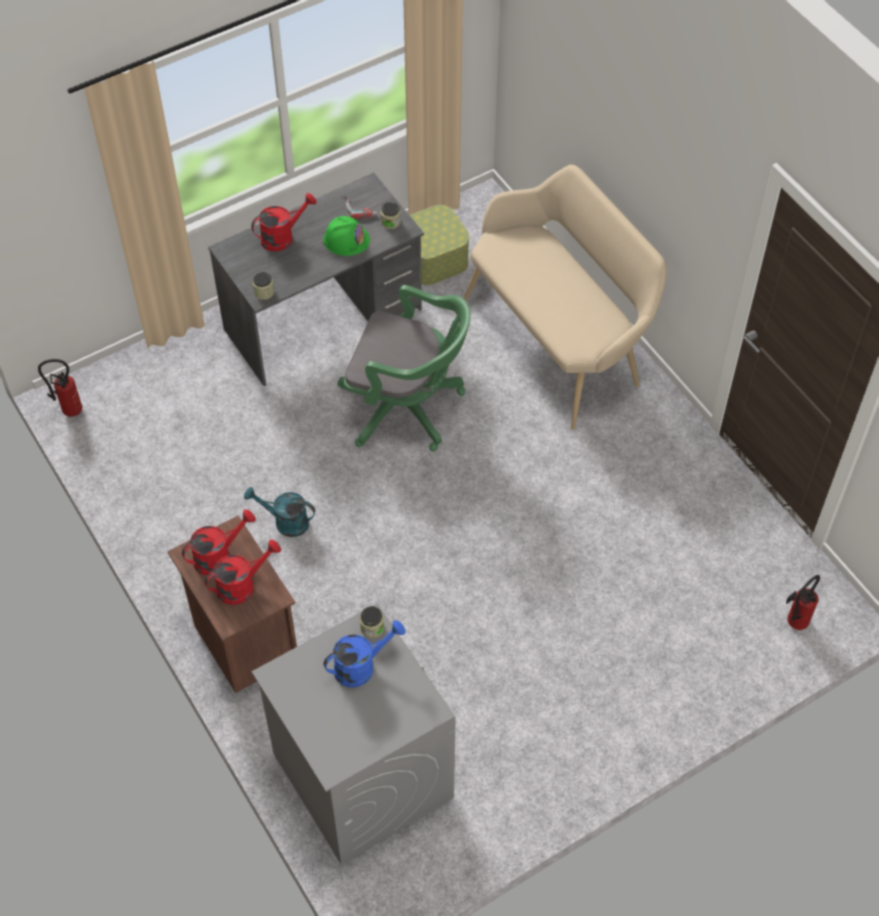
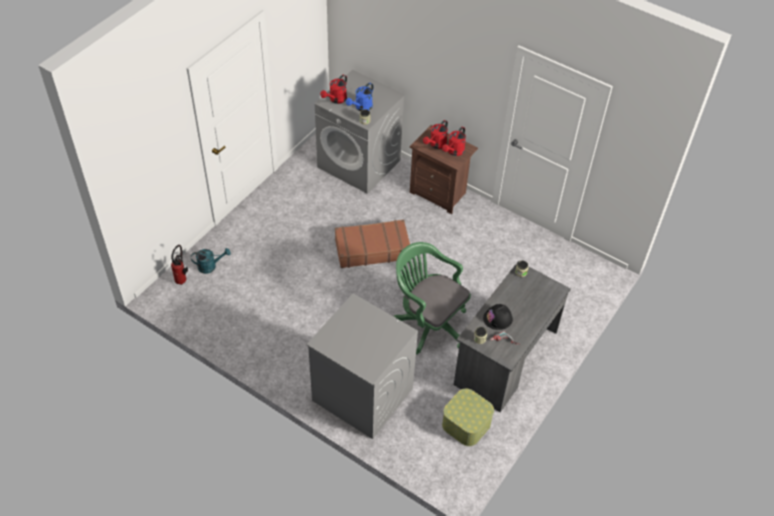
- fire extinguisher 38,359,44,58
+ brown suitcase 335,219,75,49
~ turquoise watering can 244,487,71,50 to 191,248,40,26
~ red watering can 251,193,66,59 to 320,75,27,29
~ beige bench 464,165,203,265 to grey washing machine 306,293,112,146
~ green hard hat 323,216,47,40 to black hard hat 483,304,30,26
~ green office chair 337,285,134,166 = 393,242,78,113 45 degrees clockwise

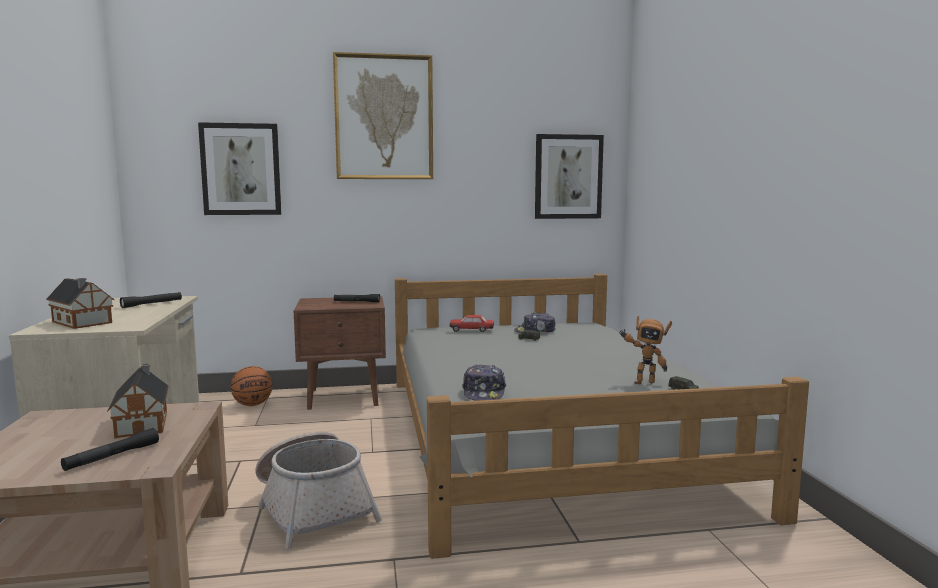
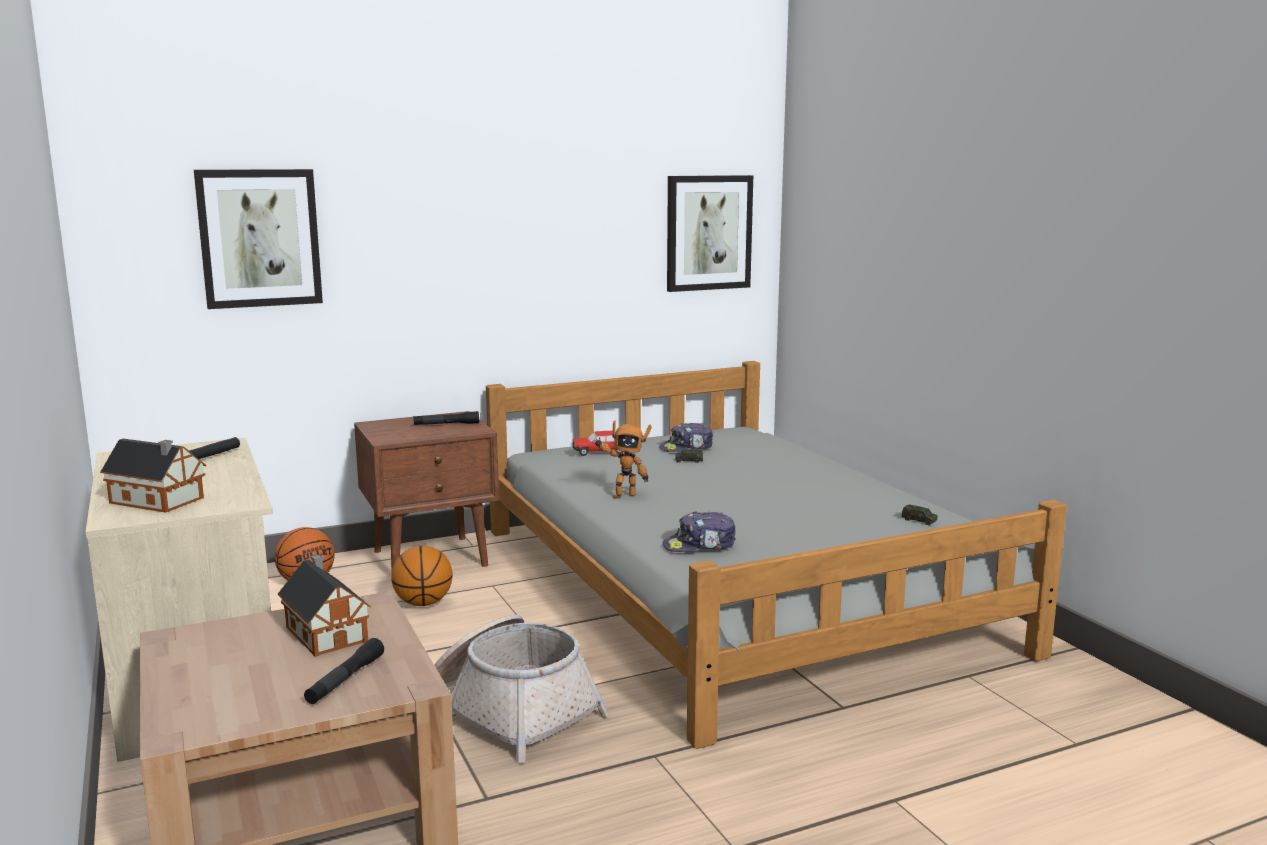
- picture 333,52,100,127
+ basketball 391,546,62,60
~ toy robot 619,316,53,68 to 593,420,59,79
~ cap 462,364,44,37 = 663,511,73,41 90 degrees clockwise

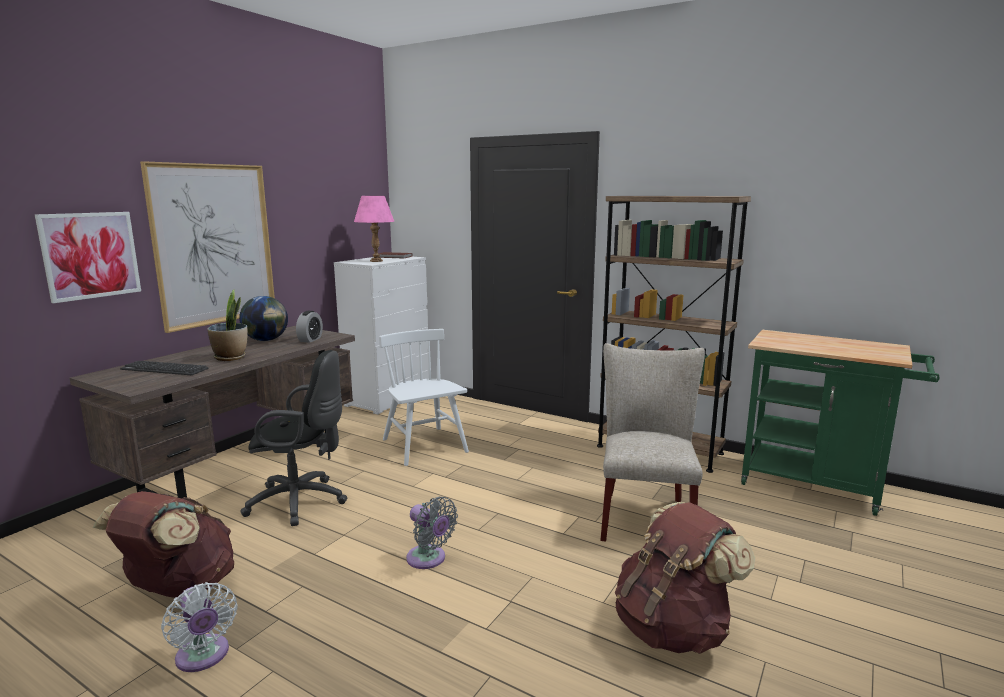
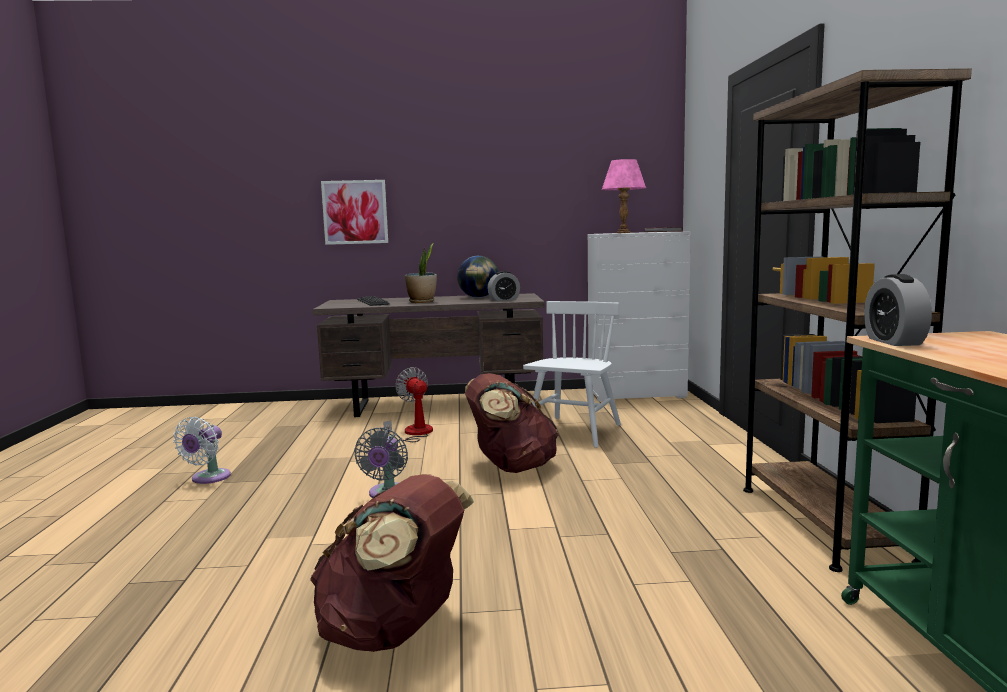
- picture 140,161,135,172
- beige chair 601,343,104,199
+ alarm clock 864,274,68,72
~ brown backpack 93,491,141,107 to 465,373,94,100
~ black office chair 240,350,107,176 to fan 383,367,50,75

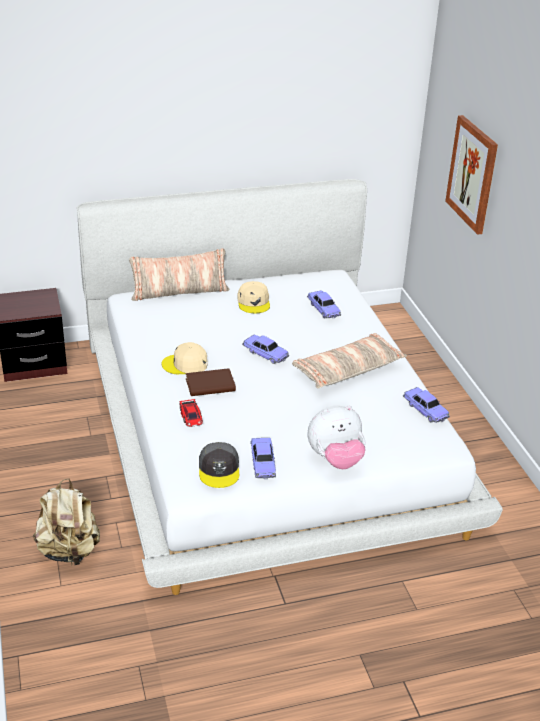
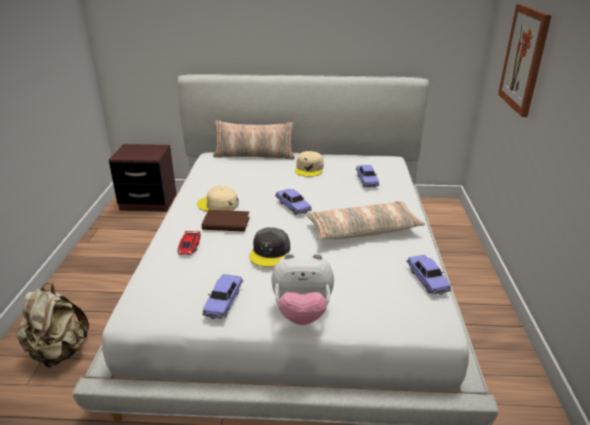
~ grey cap 199,442,40,46 to 249,227,41,40

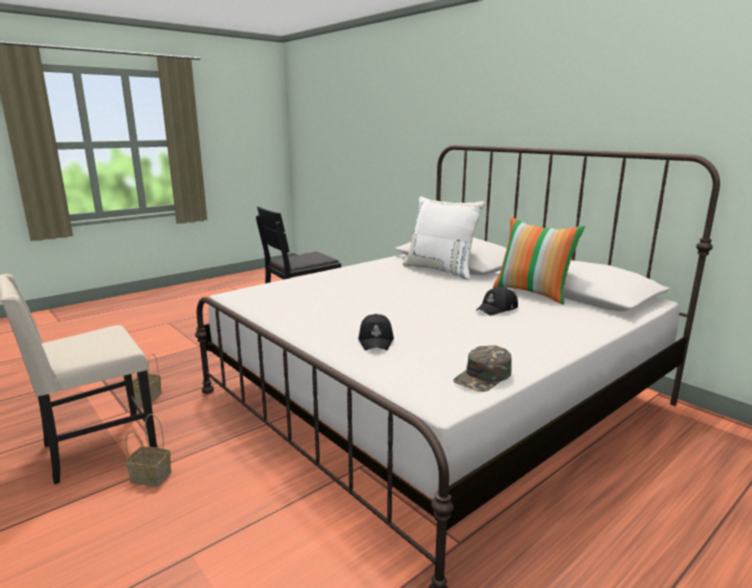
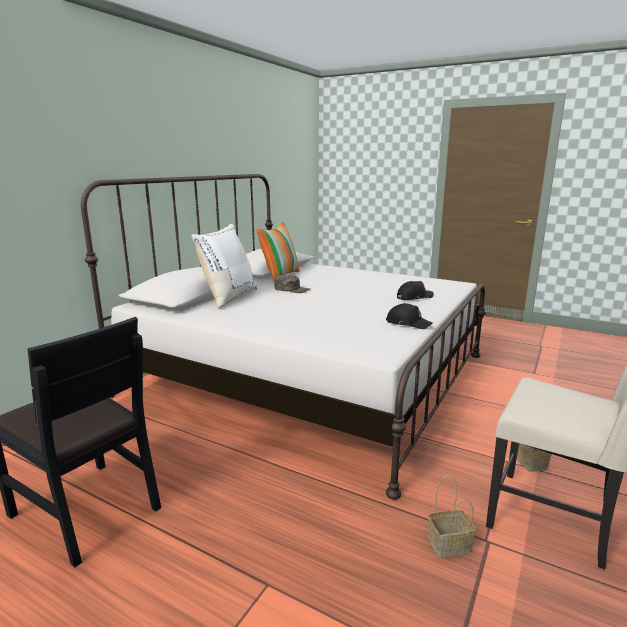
~ green cap 453,346,59,46 to 274,275,36,18
~ black cap 476,287,42,29 to 386,303,46,26

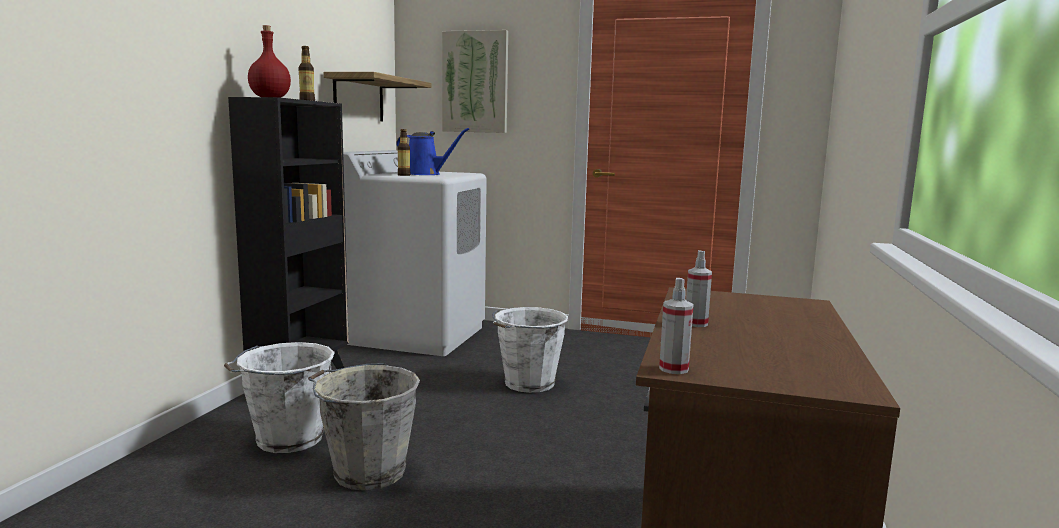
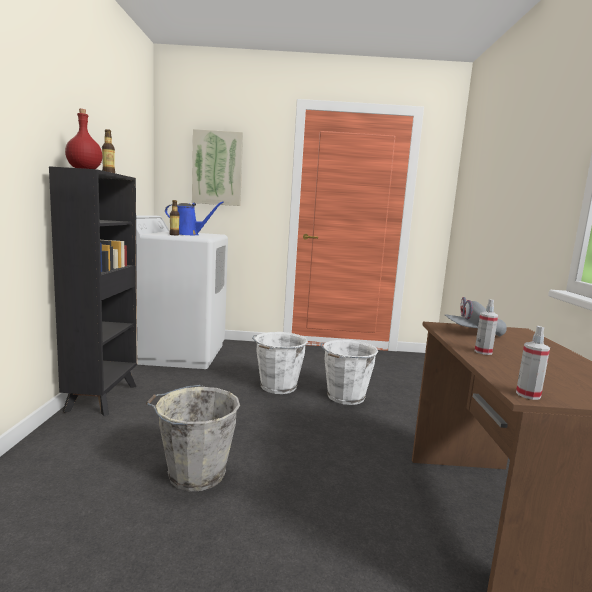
- shelf 323,72,109,49
+ grey cap 445,297,62,40
~ white bucket 224,342,111,111 to 321,340,57,65

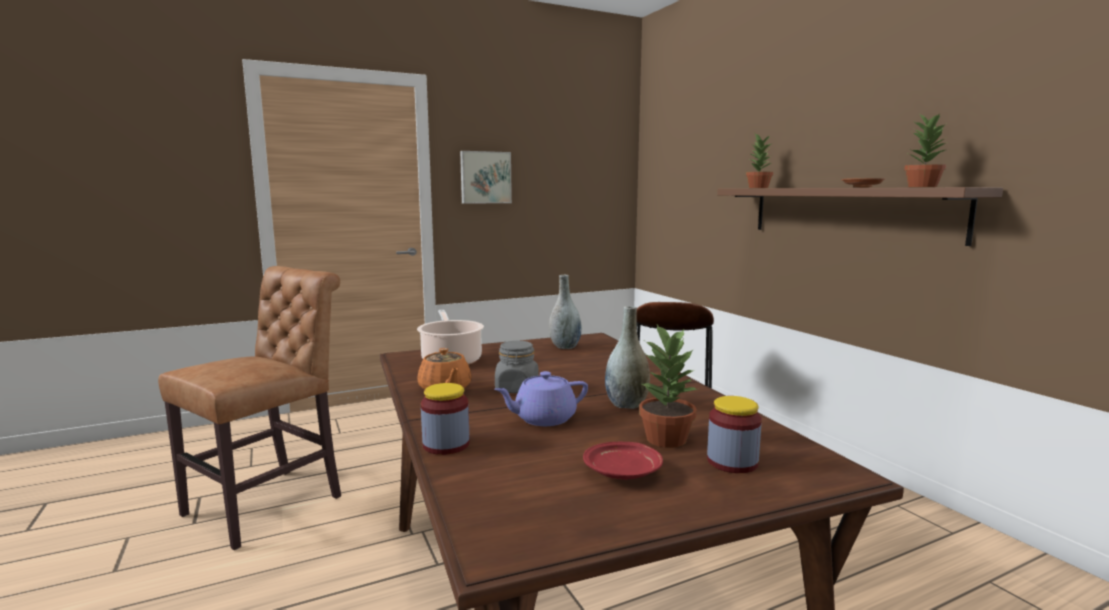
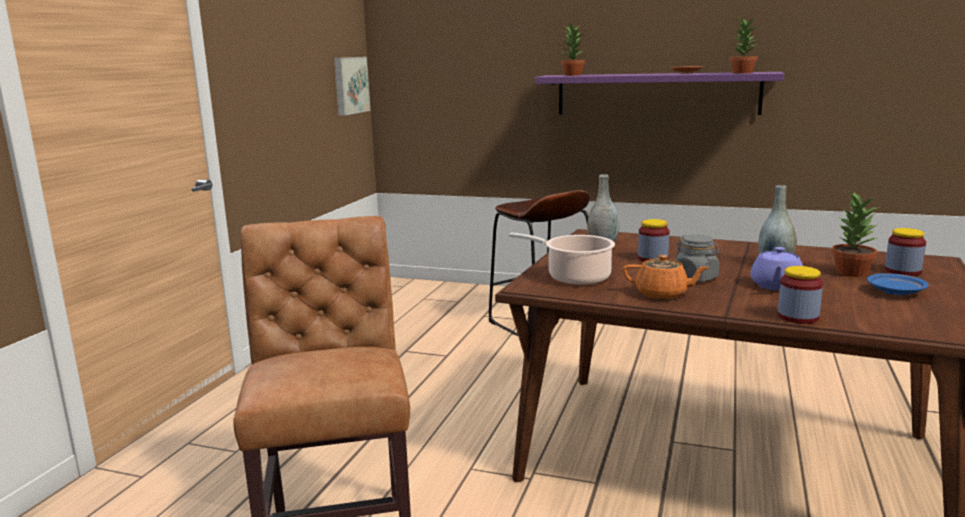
+ jar 638,219,31,43
~ picture 460,151,52,53 to 334,57,36,59
~ red plate 583,442,80,38 to blue plate 867,273,61,22
~ brown shelf 717,187,286,59 to purple shelf 535,72,249,43

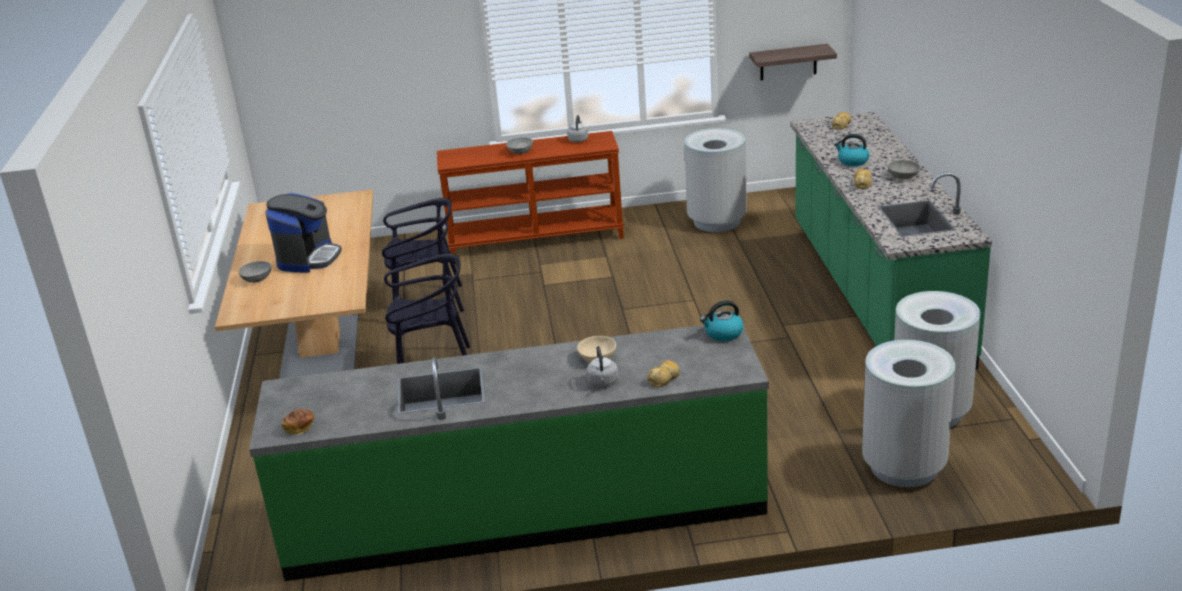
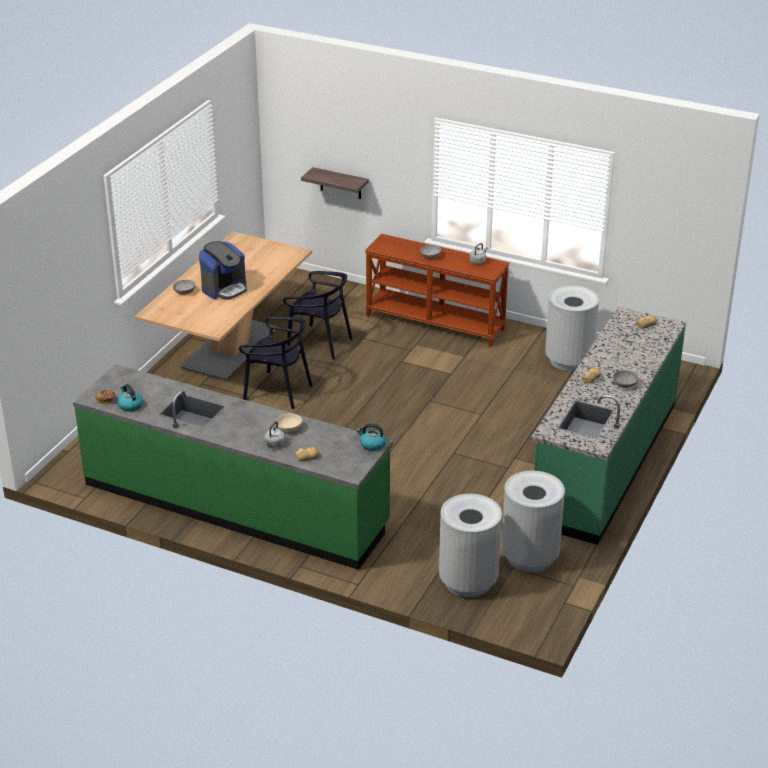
~ shelf 749,44,88,36 to 301,167,68,32
~ kettle 834,134,35,32 to 117,384,26,28

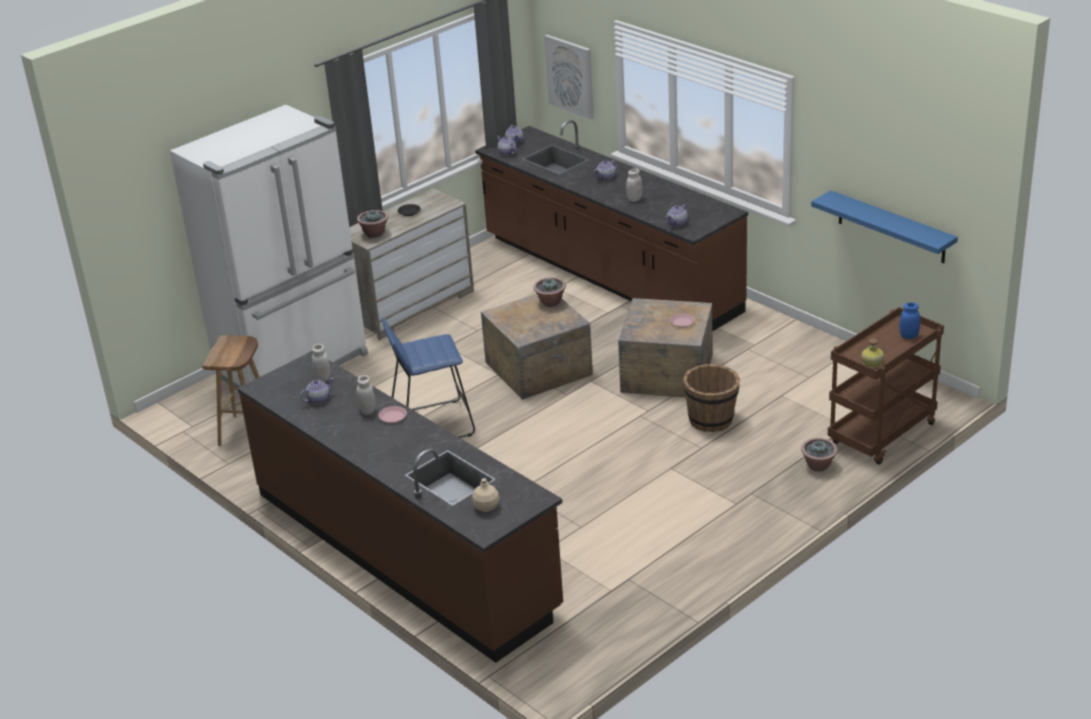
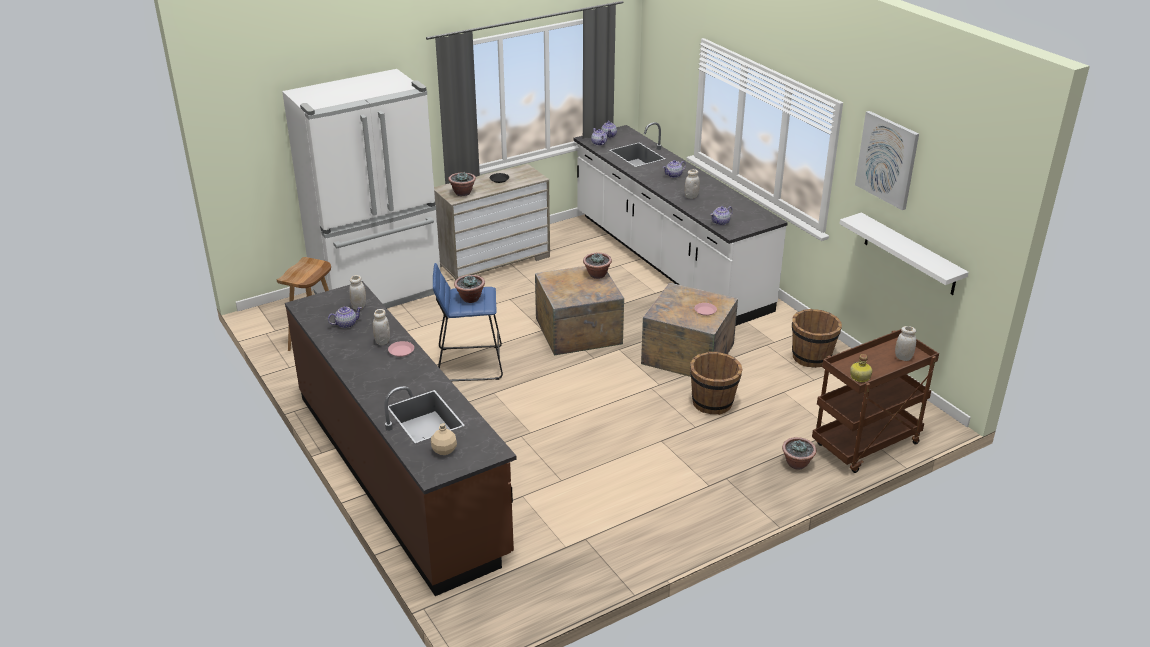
+ potted plant 454,275,31,28
+ brown bucket 792,309,50,59
~ picture 544,35,50,84 to 855,111,64,99
~ brown counter 475,120,273,212 to white counter 574,122,214,204
~ blue shelf 811,190,147,73 to white shelf 839,212,130,83
~ blue jar 900,303,20,36 to white jar 895,326,21,35

